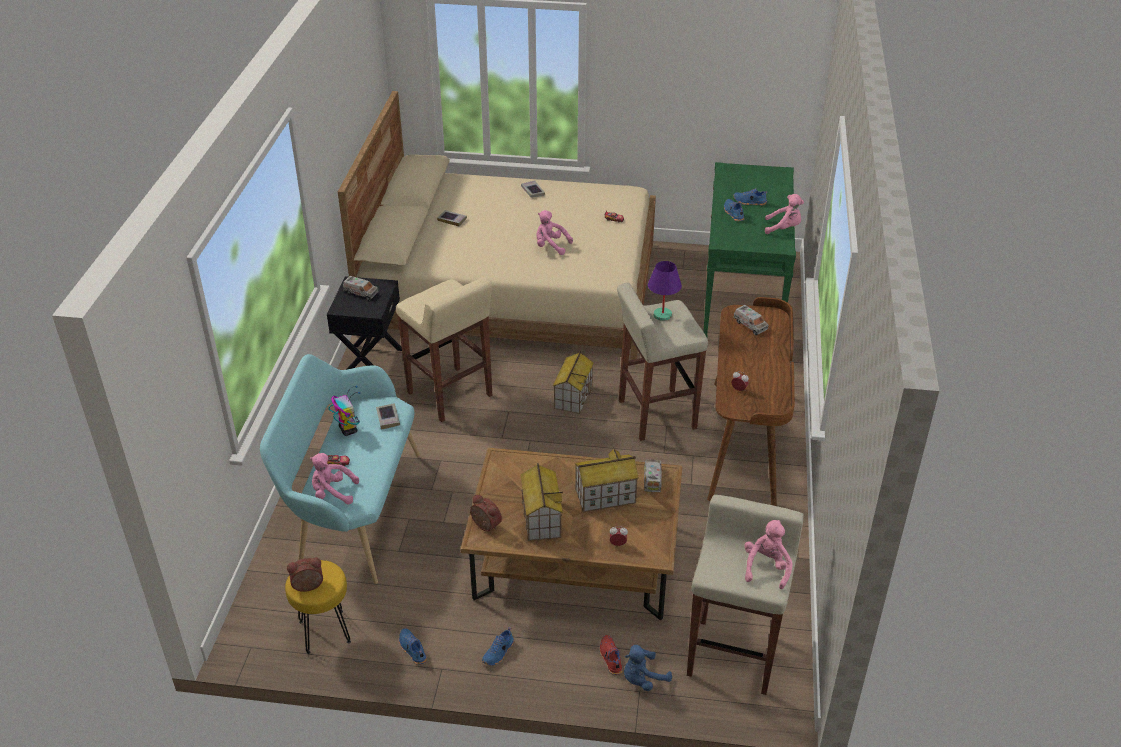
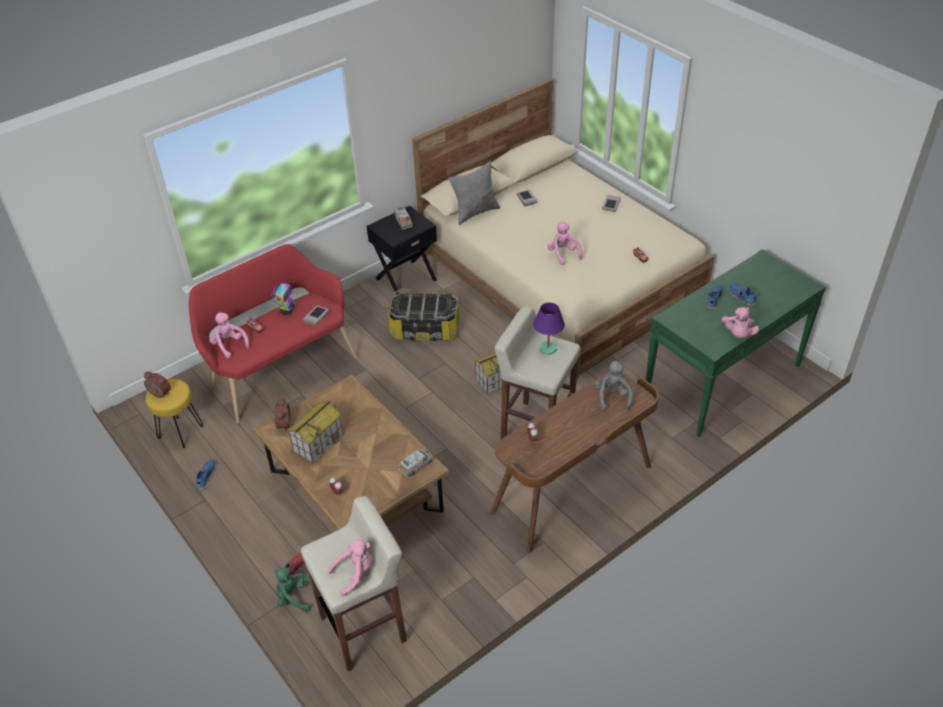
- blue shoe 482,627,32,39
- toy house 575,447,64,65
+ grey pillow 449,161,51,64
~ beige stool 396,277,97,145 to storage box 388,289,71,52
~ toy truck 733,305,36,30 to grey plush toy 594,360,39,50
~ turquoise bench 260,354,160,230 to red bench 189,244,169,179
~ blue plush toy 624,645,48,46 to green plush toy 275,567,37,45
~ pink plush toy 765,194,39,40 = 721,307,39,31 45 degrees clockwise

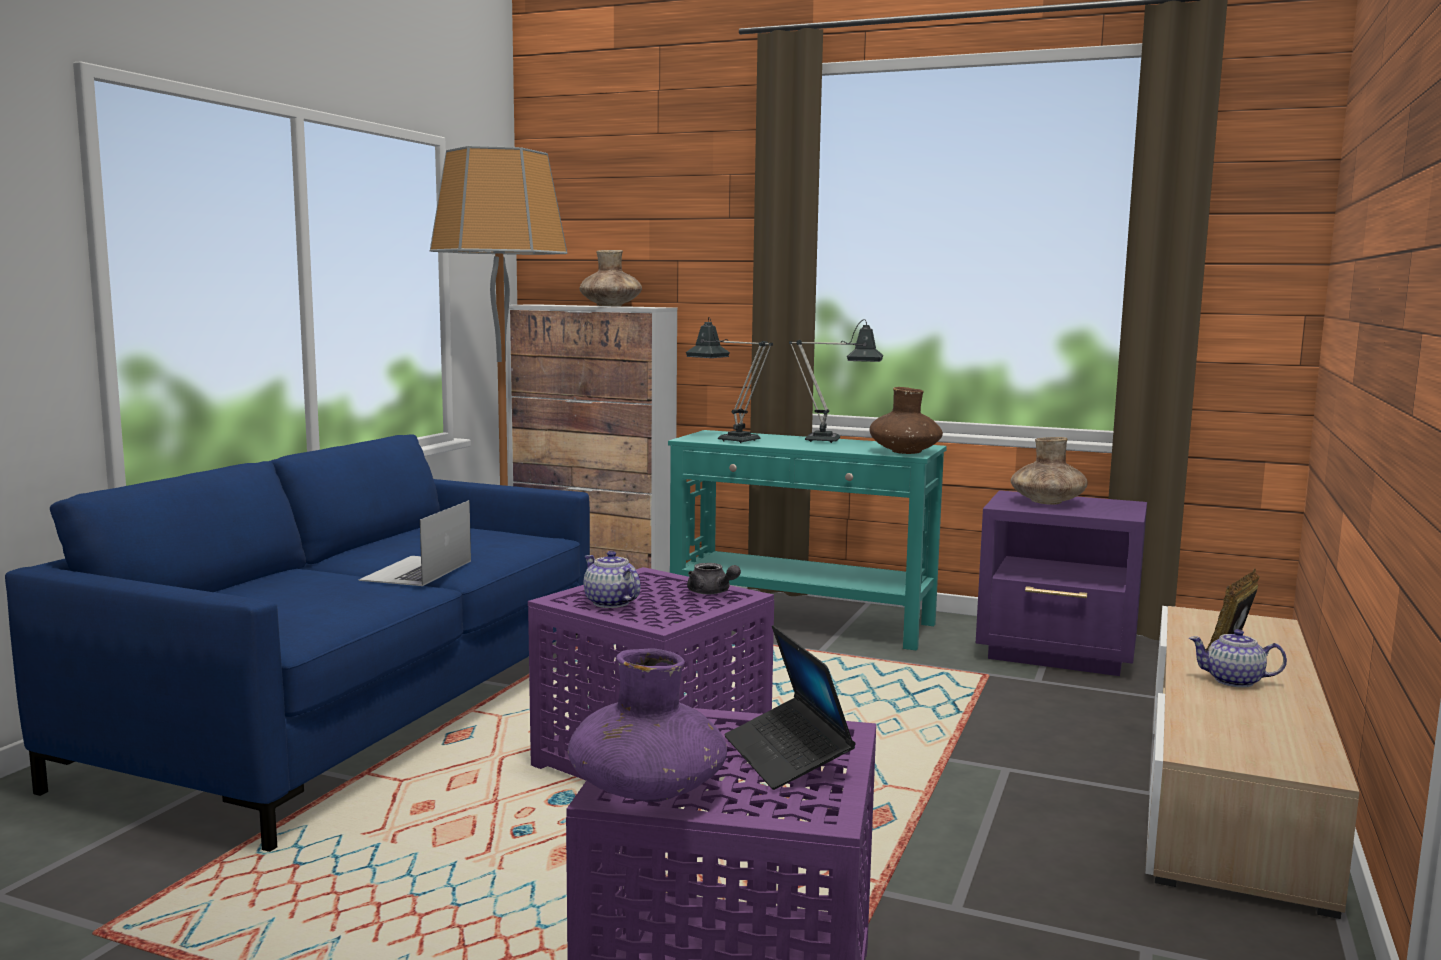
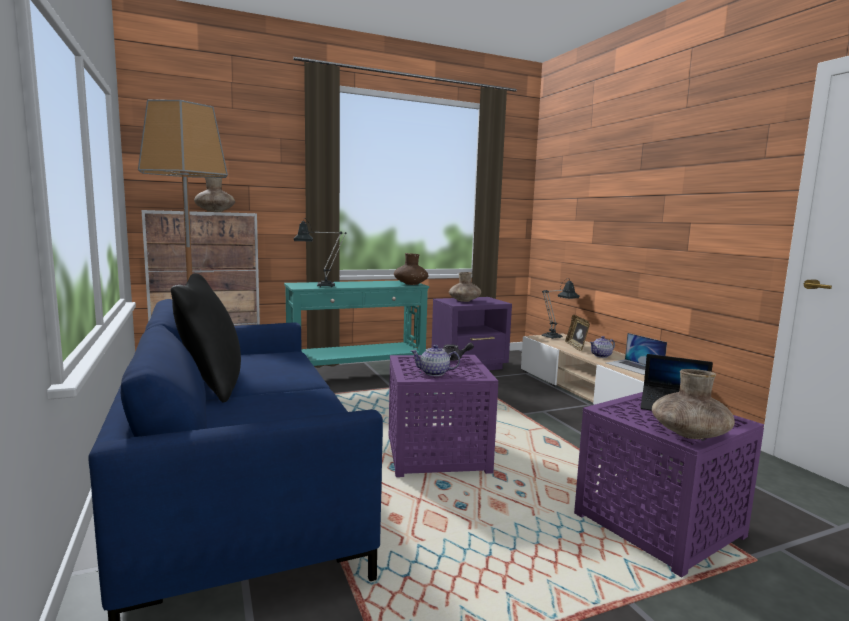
+ black pillow 171,273,70,130
~ laptop 358,500,113,86 to 606,333,61,42
~ table lamp 789,319,94,124 to 541,278,38,61
~ purple vase 568,648,159,154 to brown vase 652,369,83,70

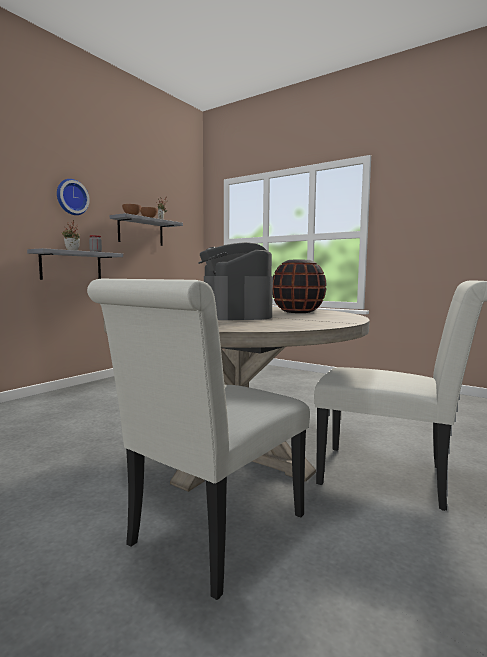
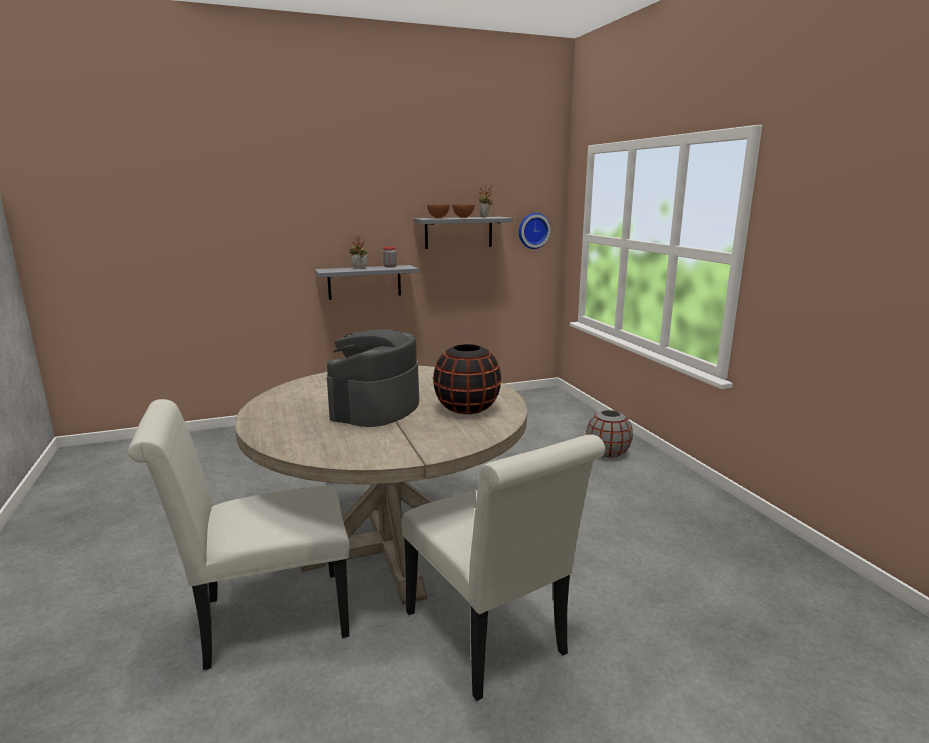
+ grey vase 586,410,47,48
~ wall clock 57,179,33,36 to 519,213,32,36

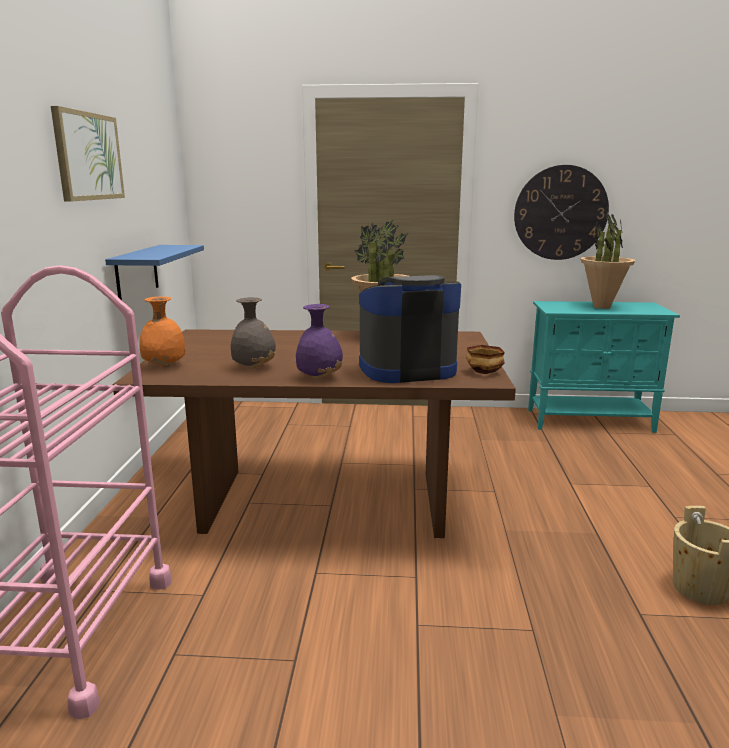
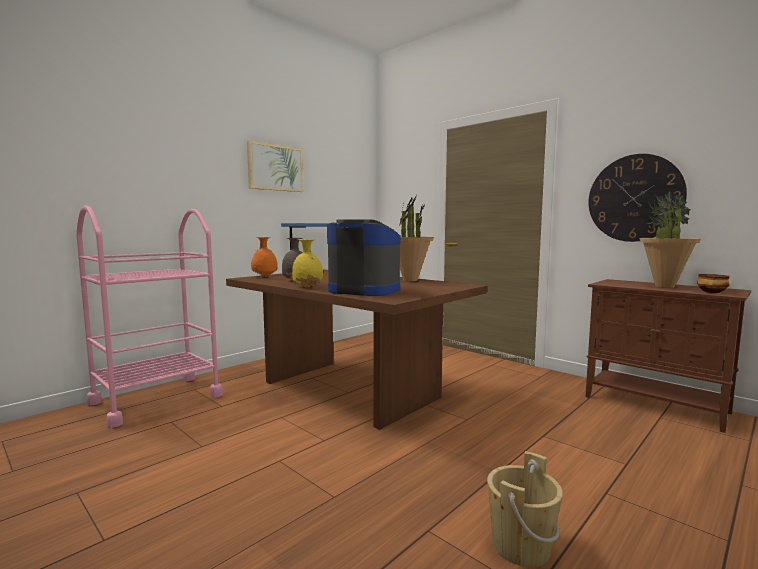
~ bowl 466,345,39,29 to 697,274,33,19
~ purple vase 296,304,47,75 to yellow vase 292,239,31,49
~ turquoise cabinet 528,301,152,132 to brown cabinet 585,279,166,154

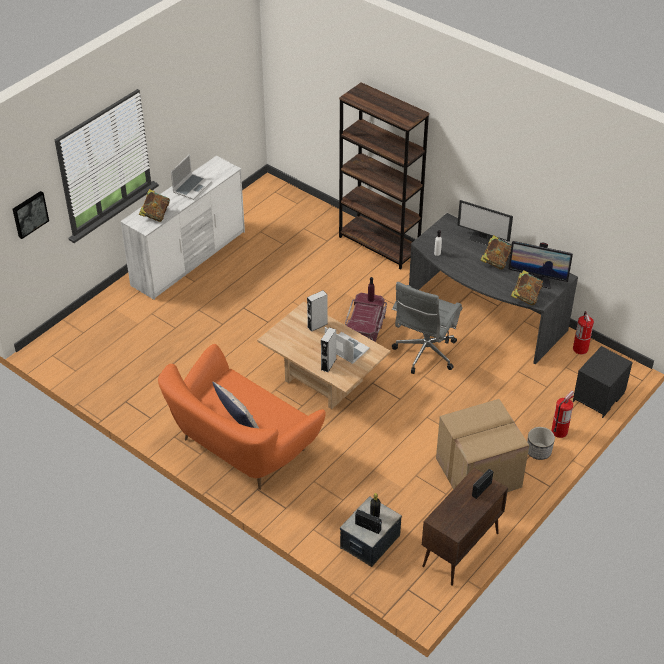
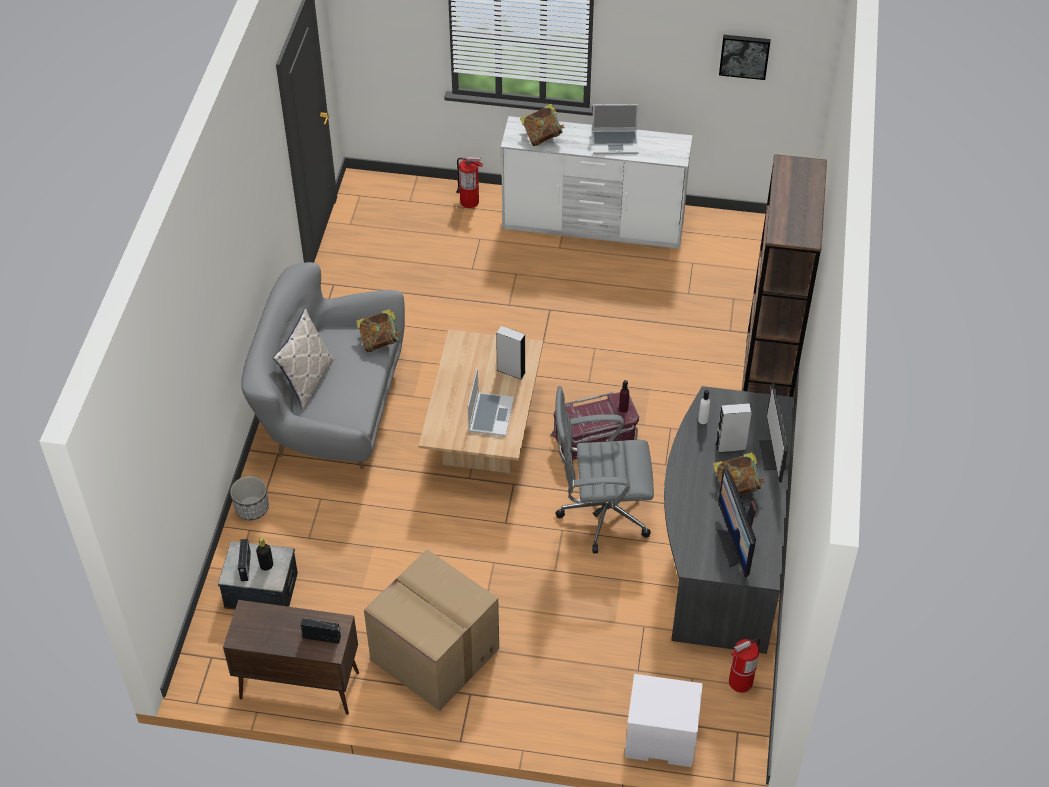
~ picture 13,191,36,48 to 719,35,52,45
~ grey speaker 321,327,15,45 to 716,403,36,50
~ book 511,270,32,35 to 356,309,46,43
~ planter 527,427,28,33 to 230,476,39,44
~ fire extinguisher 551,390,23,48 to 457,157,26,51
~ orange sofa 158,344,168,146 to grey sofa 241,262,164,207
~ black nightstand 573,346,60,72 to white nightstand 625,674,78,93

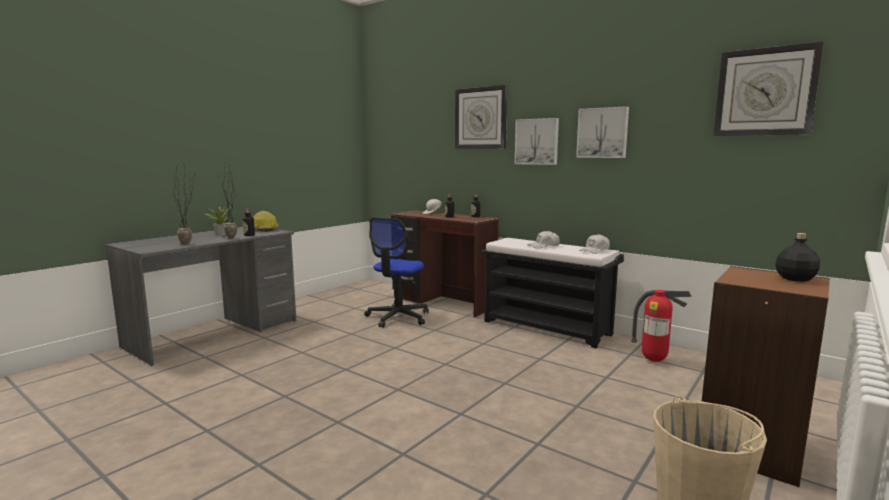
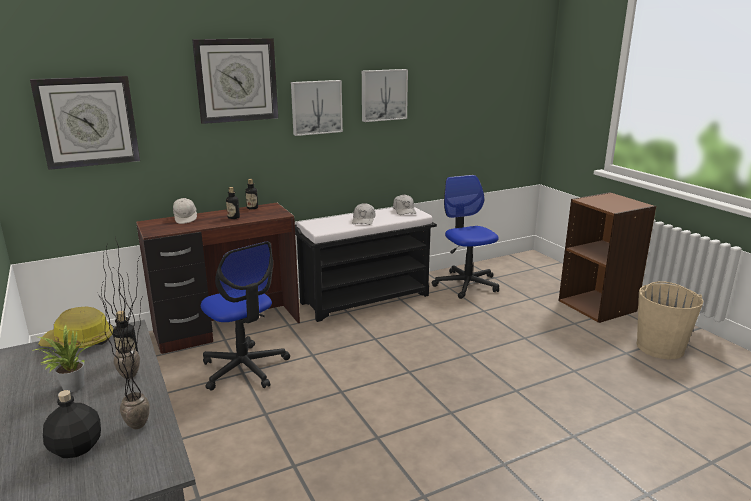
~ wall clock 713,42,110,94 to 30,76,110,94
~ black bottle 775,233,45,49 to 43,390,58,68
~ fire extinguisher 631,290,60,72 to office chair 432,175,67,124

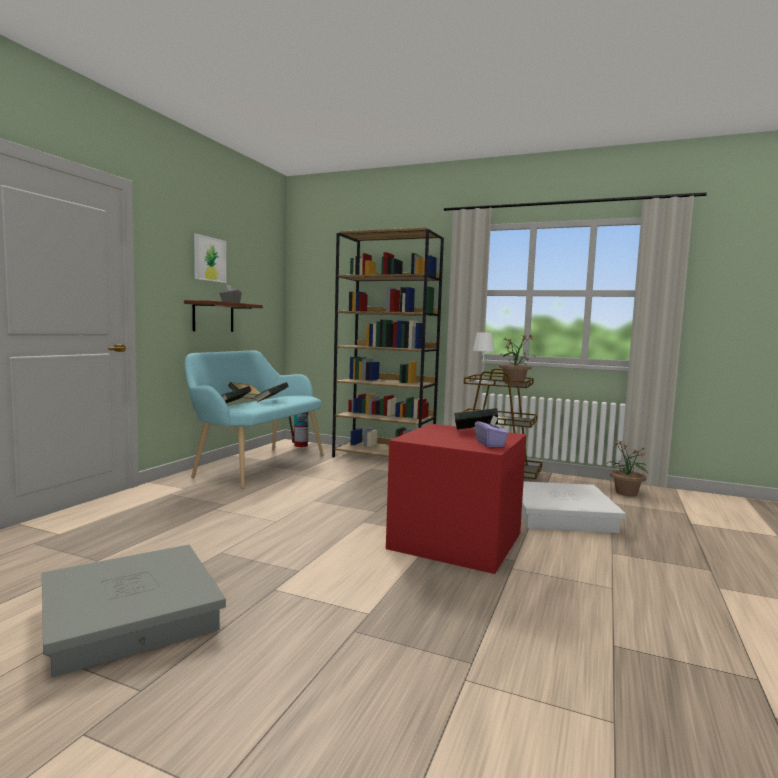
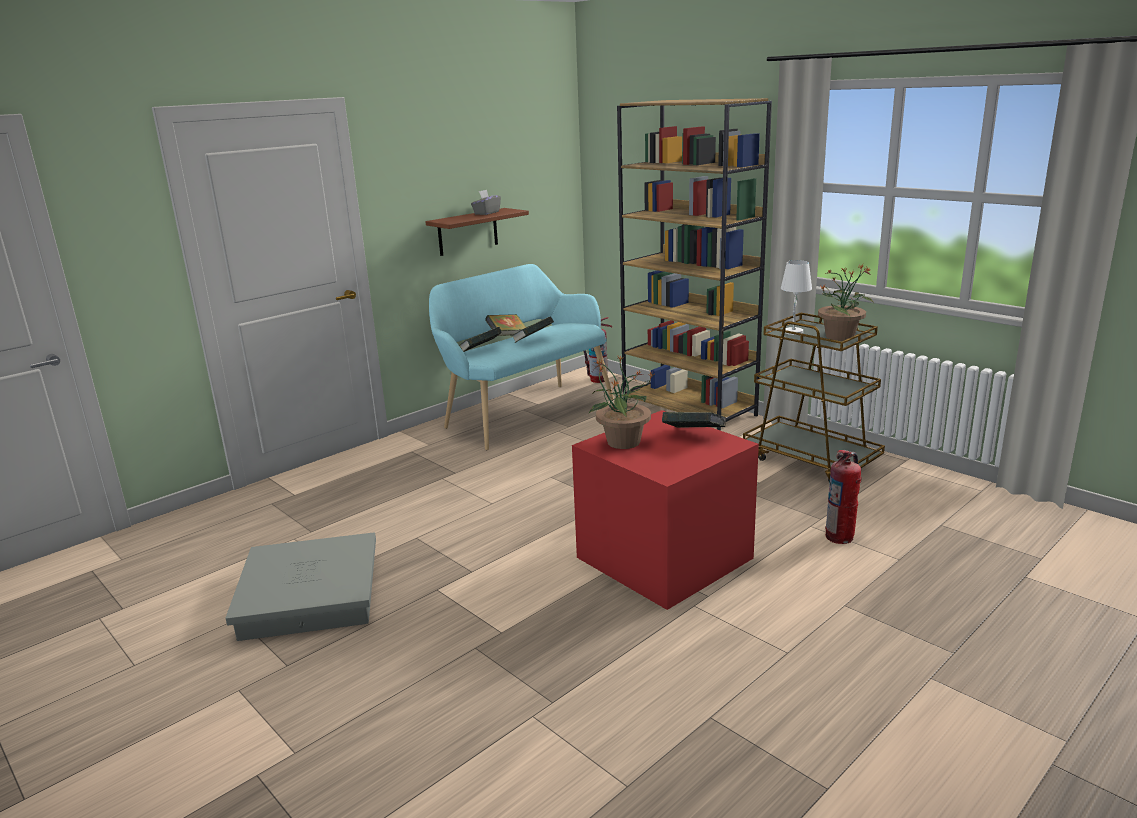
- picture 194,234,32,49
- purple tissue box 475,415,34,32
~ potted plant 606,441,42,55 to 589,355,65,94
~ white storage box 521,481,105,52 to fire extinguisher 825,450,37,94

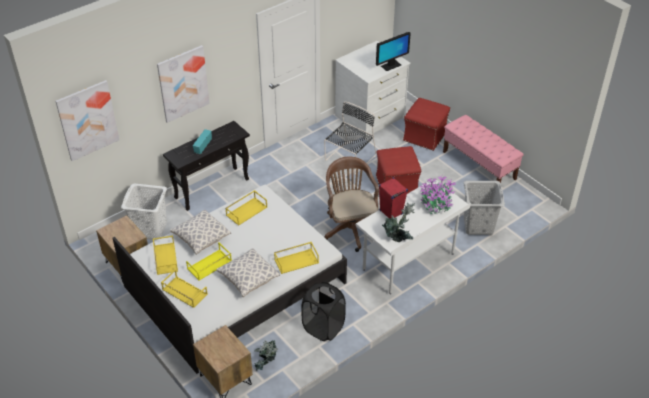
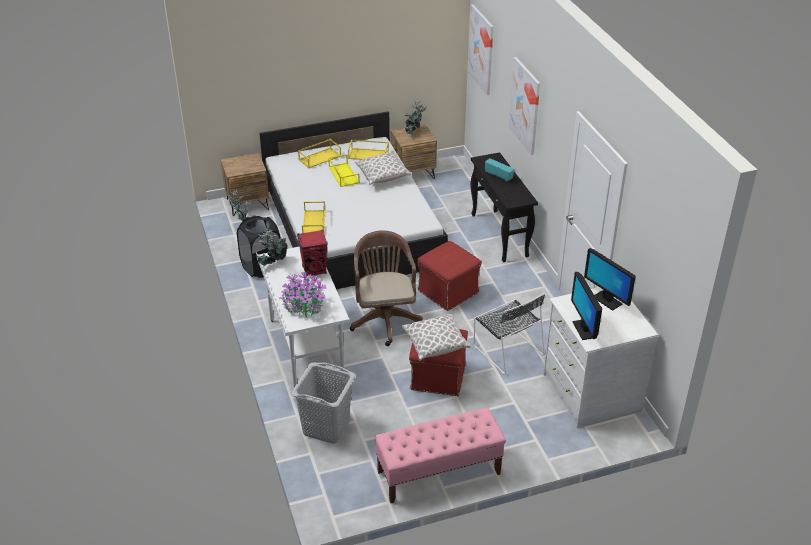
- white laundry basket 121,184,46,56
- yellow tray 225,190,42,36
+ potted plant 404,101,23,34
+ monitor 584,248,52,63
~ pillow 216,248,64,49 to 402,314,69,47
~ red ottoman 403,98,47,53 to 417,241,65,70
~ brown office chair 324,156,55,96 = 350,230,73,116 105 degrees counterclockwise

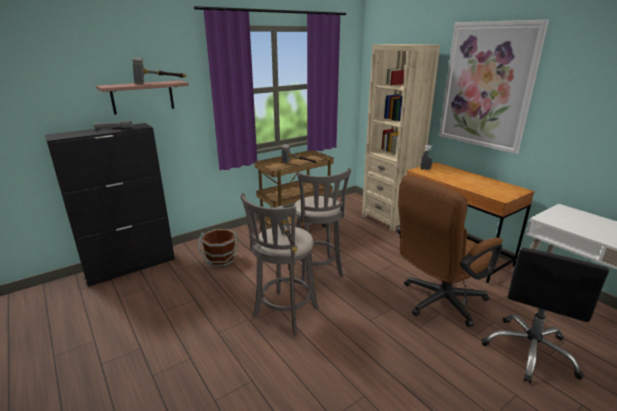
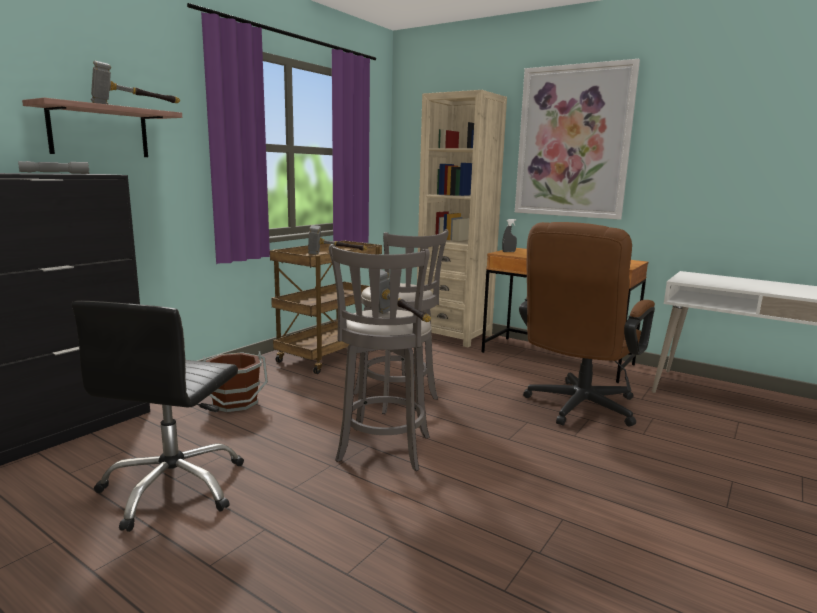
~ black office chair 481,248,128,136 to 72,301,172,231

